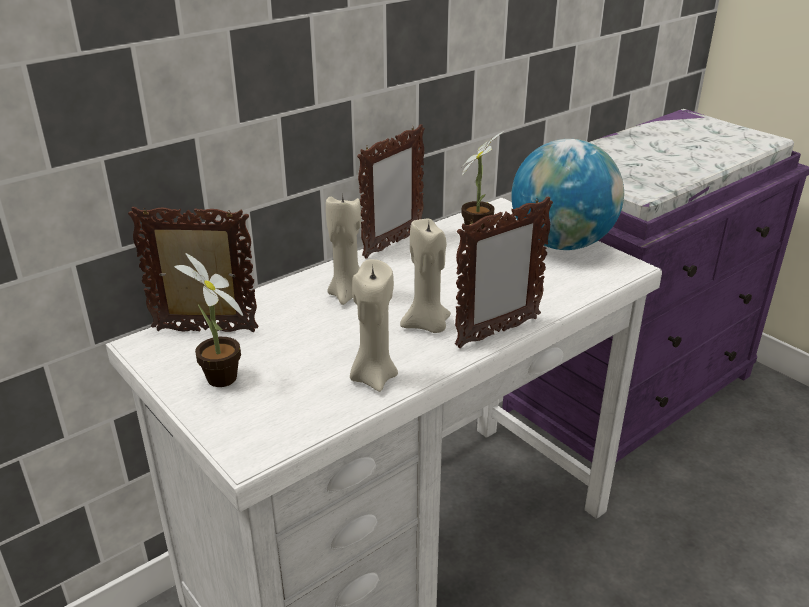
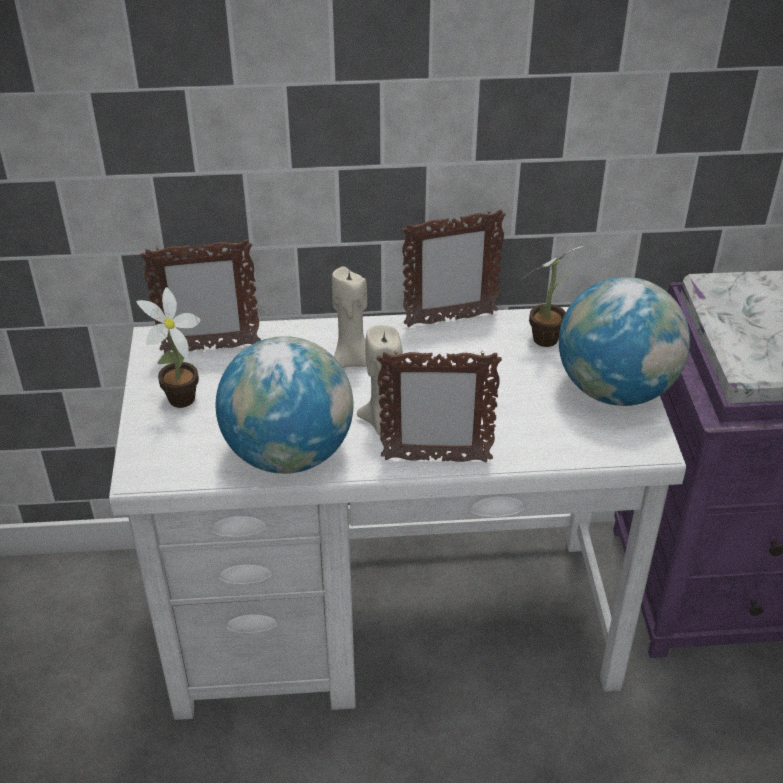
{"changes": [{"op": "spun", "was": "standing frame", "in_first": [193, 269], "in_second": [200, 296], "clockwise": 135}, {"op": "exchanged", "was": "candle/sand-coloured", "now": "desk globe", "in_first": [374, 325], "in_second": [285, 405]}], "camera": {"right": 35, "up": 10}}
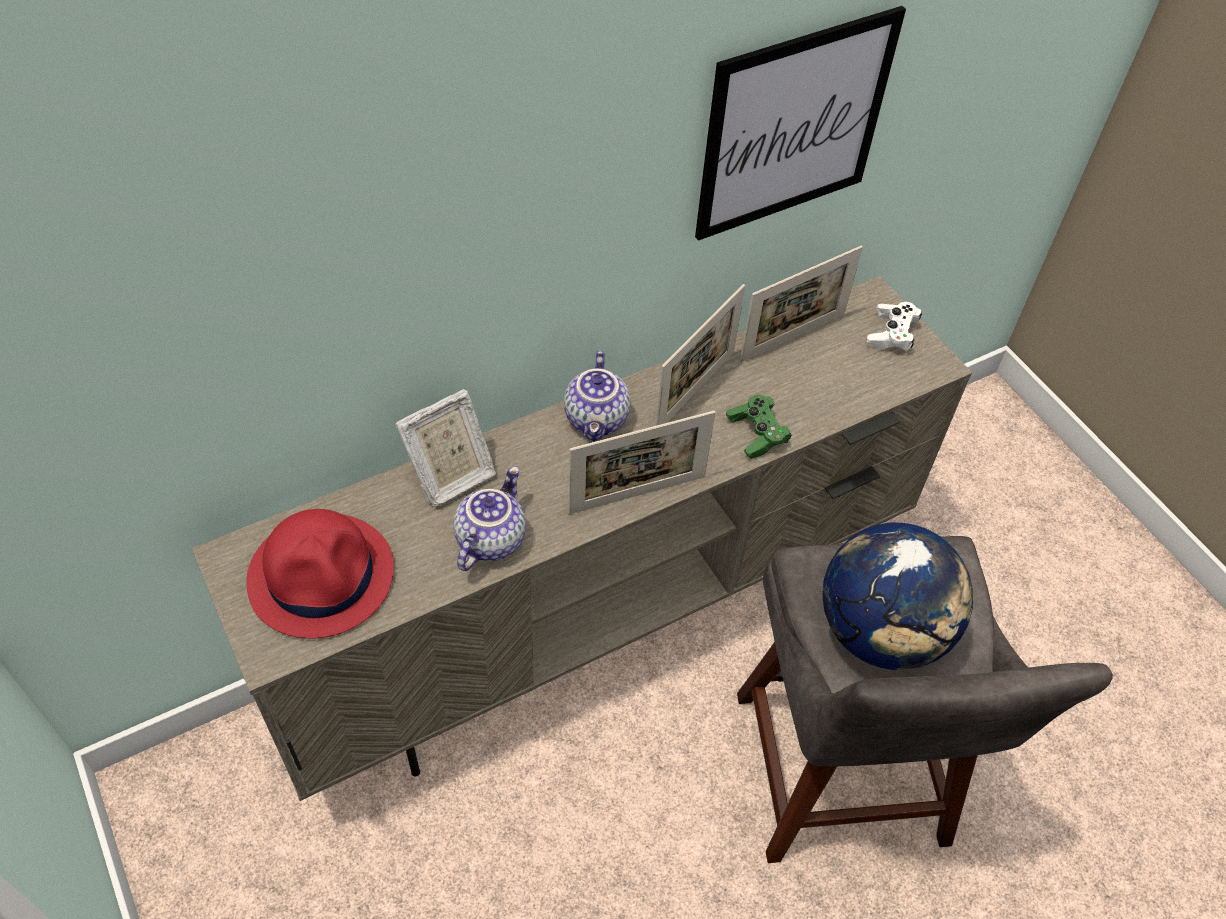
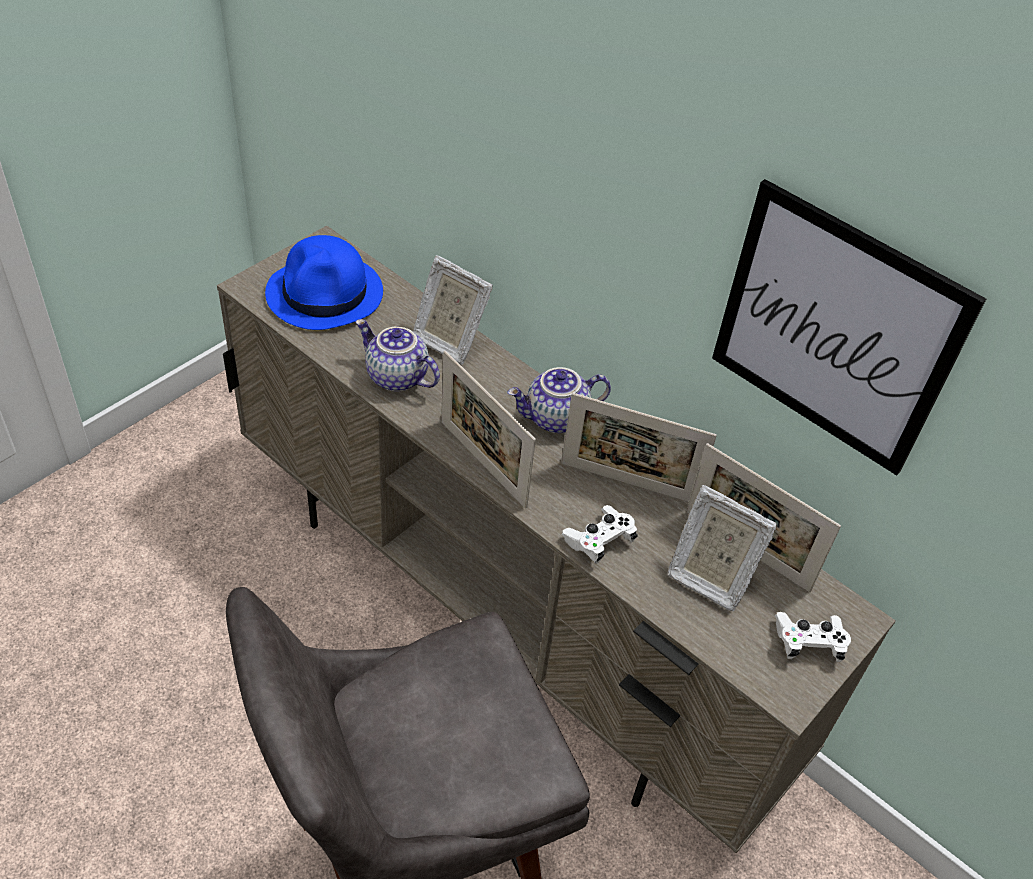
{"changes": [{"op": "colour", "was": "wearable hat/red", "now": "wearable hat/blue", "in_first": [320, 574], "in_second": [324, 282]}, {"op": "spun", "was": "tea pot", "in_first": [489, 518], "in_second": [398, 355], "clockwise": -150}, {"op": "colour", "was": "gamepad/green-coloured", "now": "gamepad/whitish", "in_first": [759, 427], "in_second": [600, 534]}, {"op": "missing", "was": "desk globe", "in_first": [897, 596]}, {"op": "appeared", "now": "standing frame", "in_second": [722, 548]}], "camera": {"right": 70, "up": -5}}
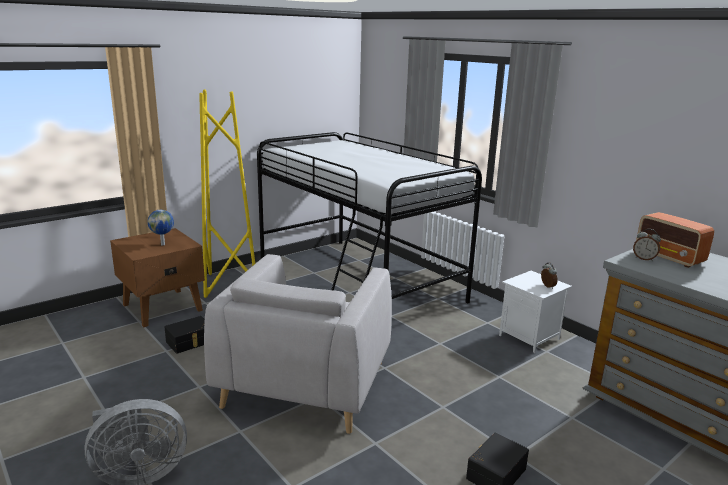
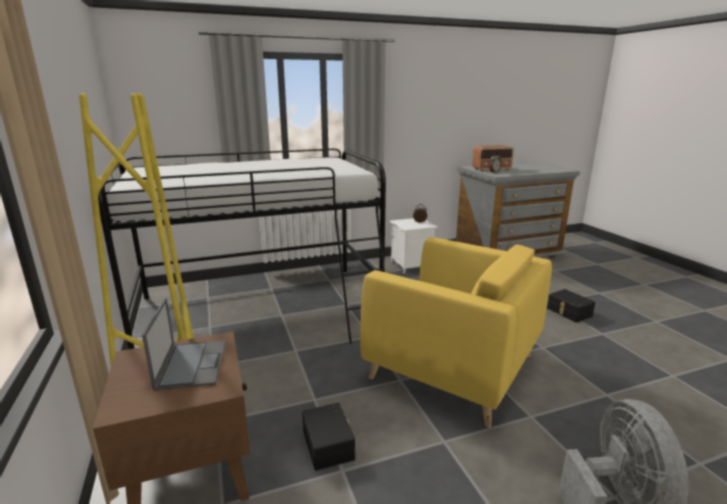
{"changes": [{"op": "exchanged", "was": "desk globe", "now": "notebook computer", "in_first": [161, 227], "in_second": [184, 344]}, {"op": "colour", "was": "lounge chair/grey", "now": "lounge chair/yellowish", "in_first": [298, 344], "in_second": [456, 332]}], "camera": {"right": -70, "up": 0}}
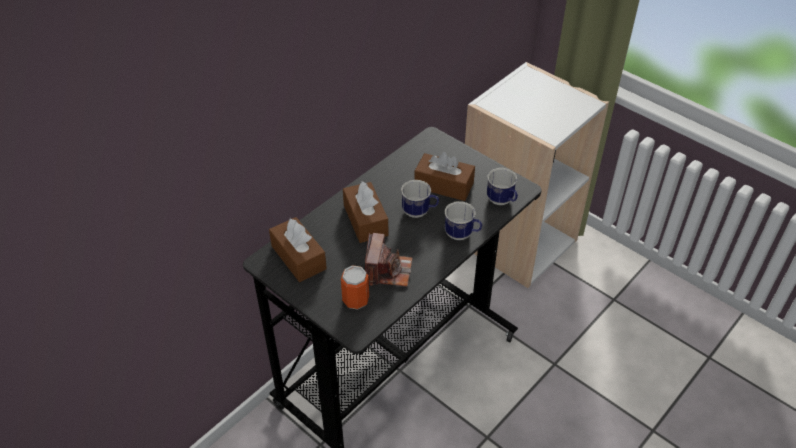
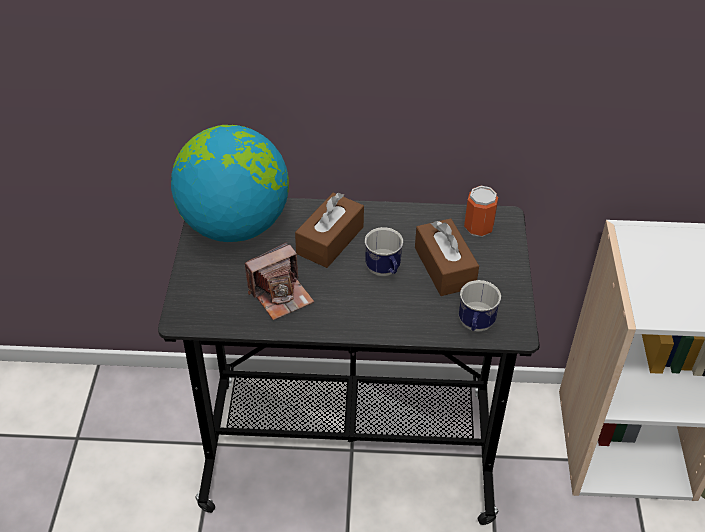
{"changes": [{"op": "exchanged", "was": "box of tissues/brown", "now": "desk globe", "in_first": [298, 249], "in_second": [230, 183]}, {"op": "relocated", "was": "can", "in_first": [355, 287], "in_second": [481, 211]}, {"op": "missing", "was": "coffee mug", "in_first": [463, 220]}], "camera": {"right": 50, "up": 0}}
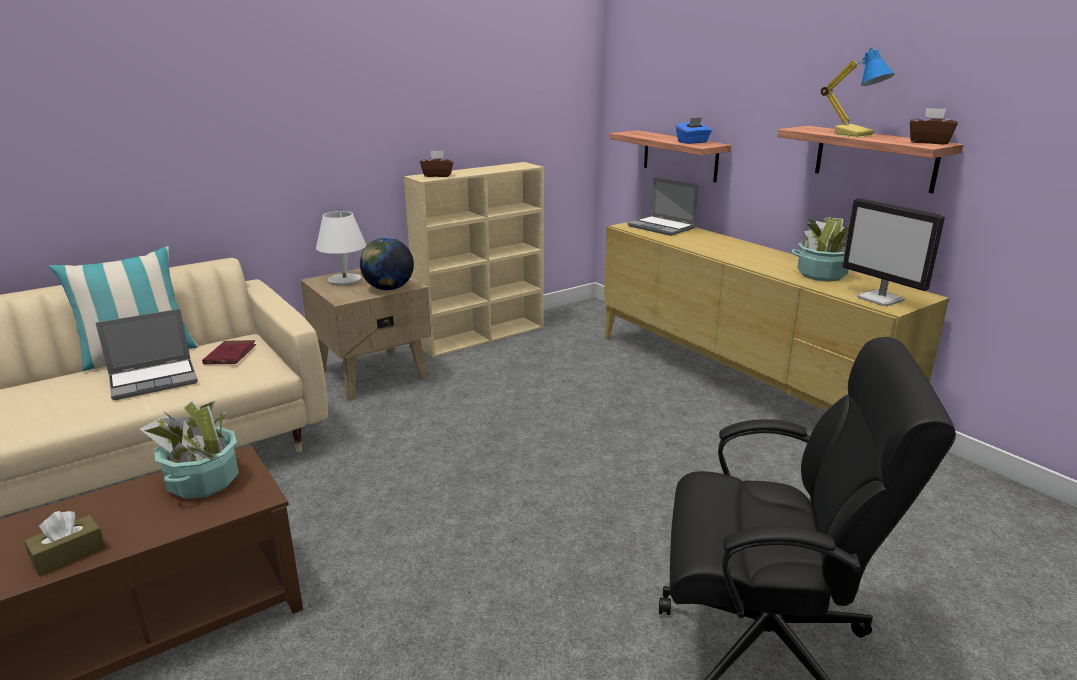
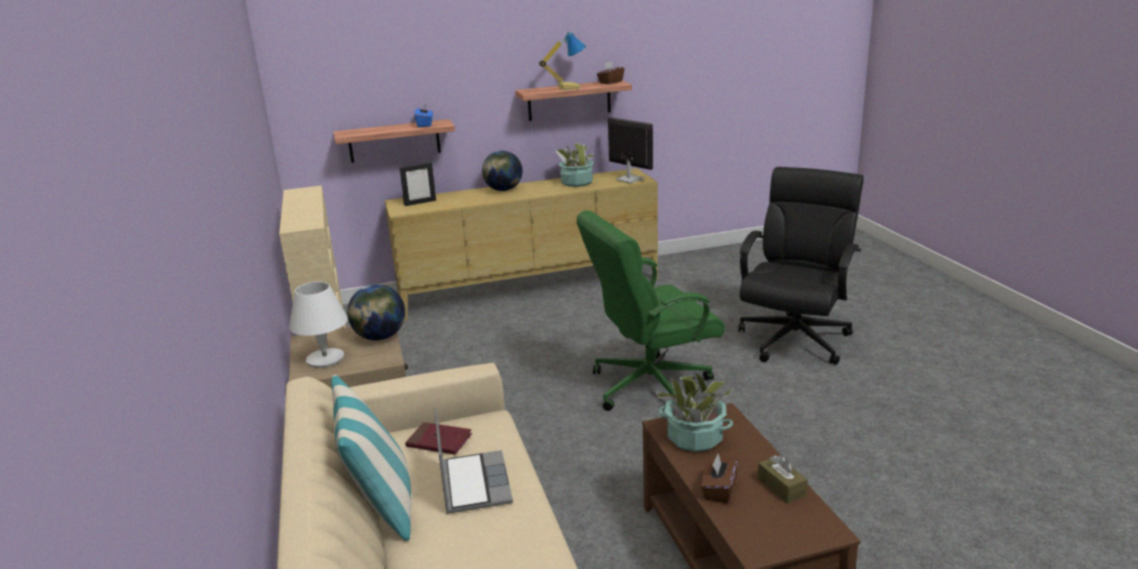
{"changes": [{"op": "relocated", "was": "box of tissues/brown", "in_first": [437, 164], "in_second": [720, 478]}, {"op": "exchanged", "was": "notebook computer", "now": "standing frame", "in_first": [663, 206], "in_second": [417, 184]}, {"op": "spun", "was": "computer screen", "in_first": [893, 252], "in_second": [630, 150], "clockwise": -120}, {"op": "appeared", "now": "desk globe", "in_second": [502, 171]}, {"op": "appeared", "now": "office chair/green-coloured", "in_second": [651, 310]}], "camera": {"right": -70, "up": 0}}
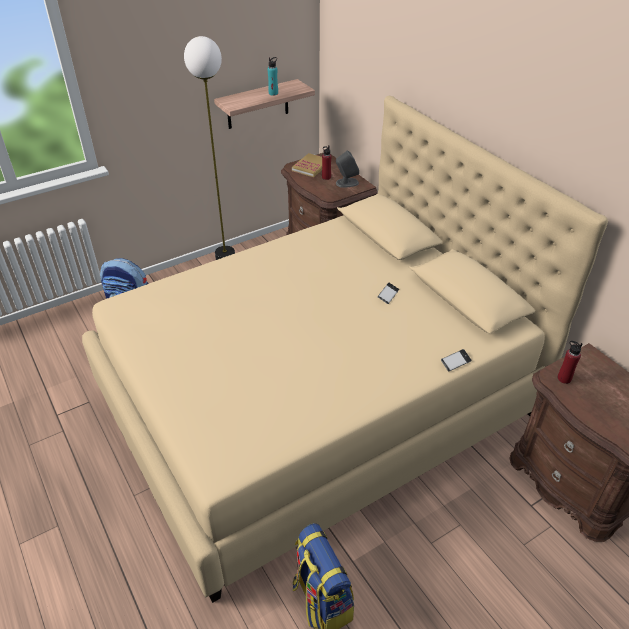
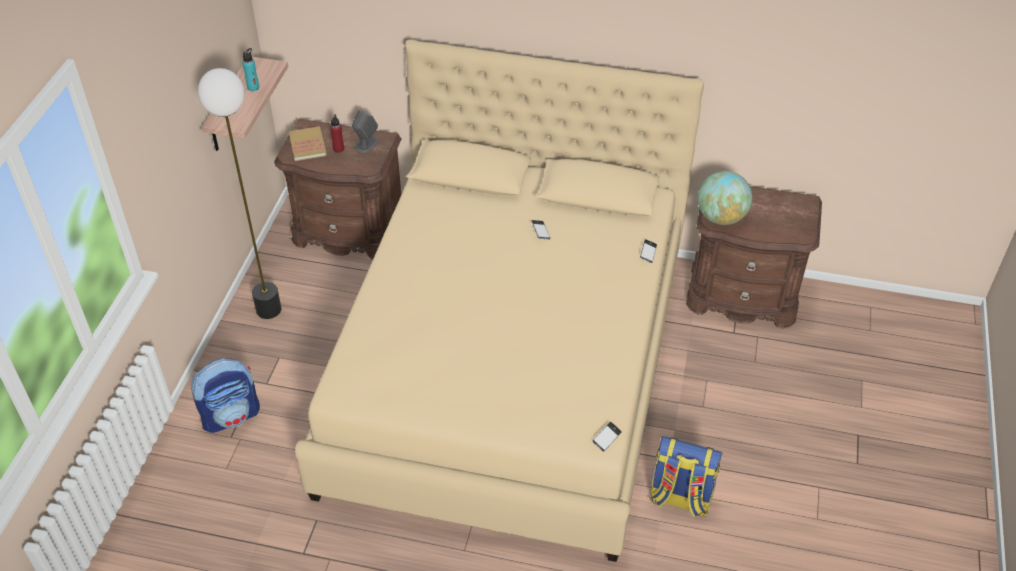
{"changes": [{"op": "exchanged", "was": "bottle/red", "now": "desk globe", "in_first": [570, 362], "in_second": [725, 198]}, {"op": "appeared", "now": "handset", "in_second": [607, 437]}], "camera": {"right": -45, "up": 5}}
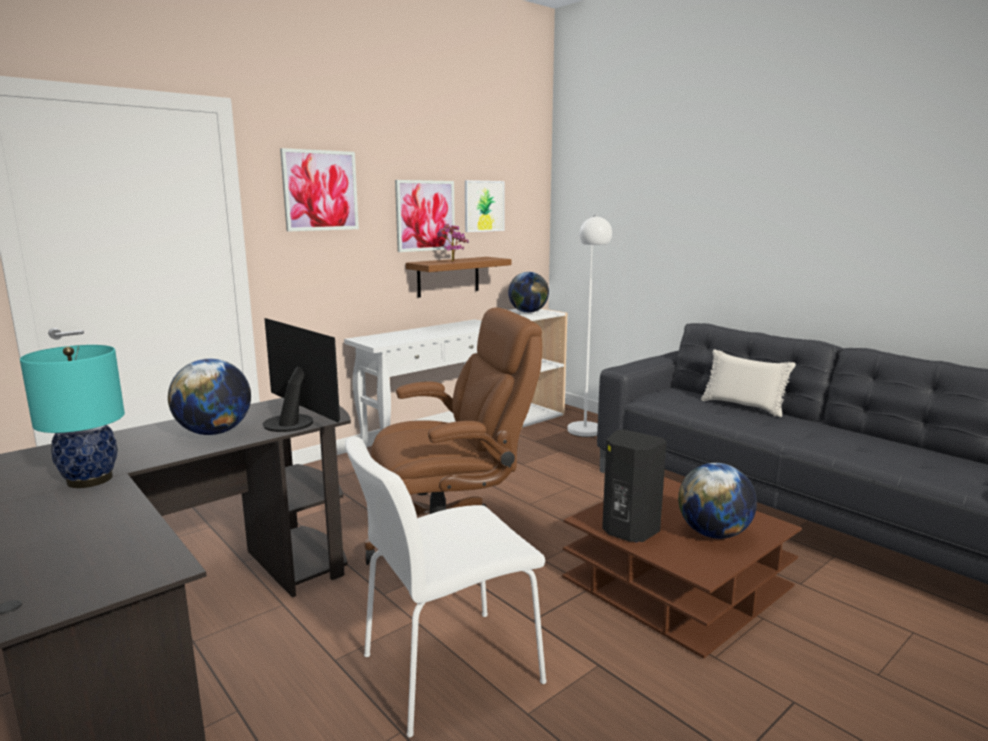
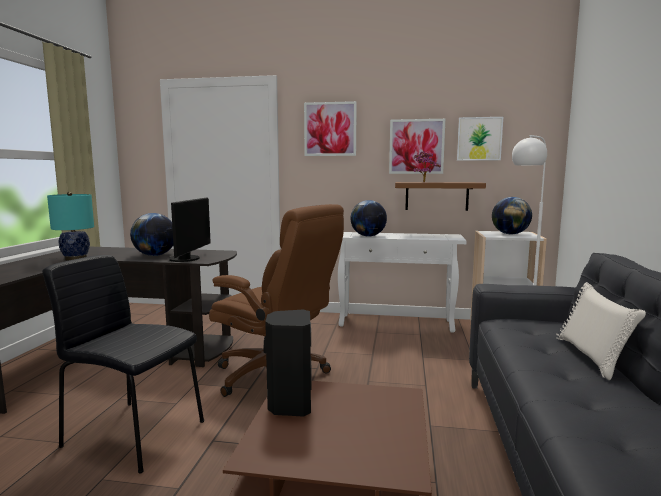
{"changes": [{"op": "colour", "was": "plain chair/whitish", "now": "plain chair/black", "in_first": [446, 587], "in_second": [123, 364]}, {"op": "relocated", "was": "desk globe", "in_first": [717, 501], "in_second": [368, 218]}], "camera": {"right": 50, "up": -5}}
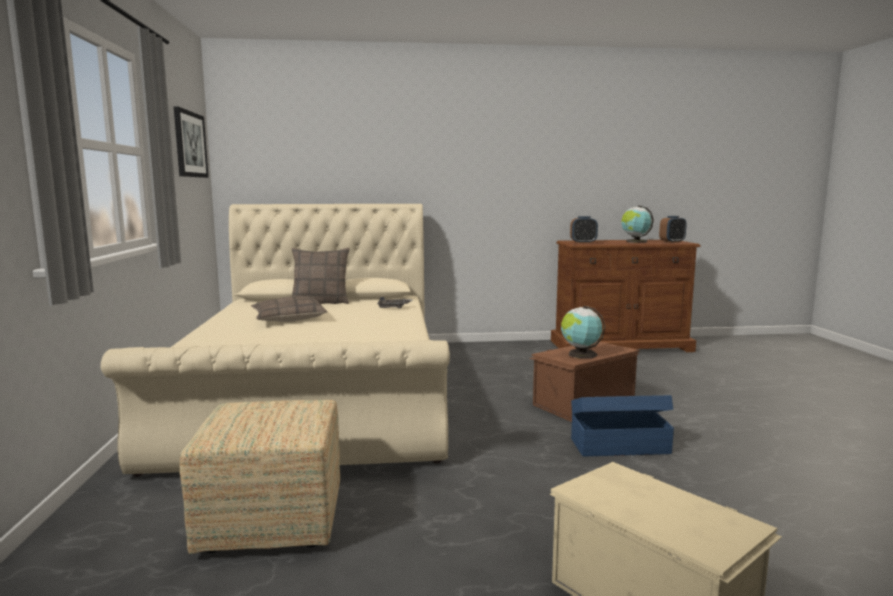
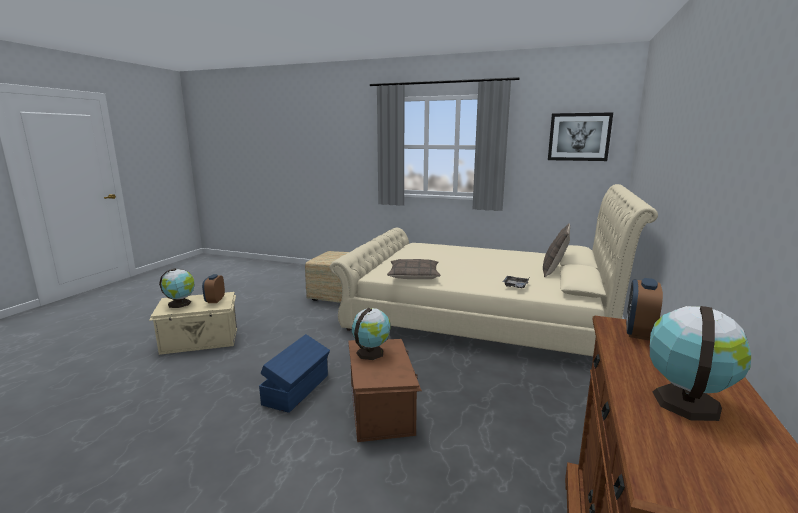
{"changes": [{"op": "relocated", "was": "pillow", "in_first": [289, 309], "in_second": [413, 269]}, {"op": "relocated", "was": "alarm clock", "in_first": [673, 229], "in_second": [213, 288]}, {"op": "appeared", "now": "desk globe", "in_second": [177, 288]}], "camera": {"right": 115, "up": 5}}
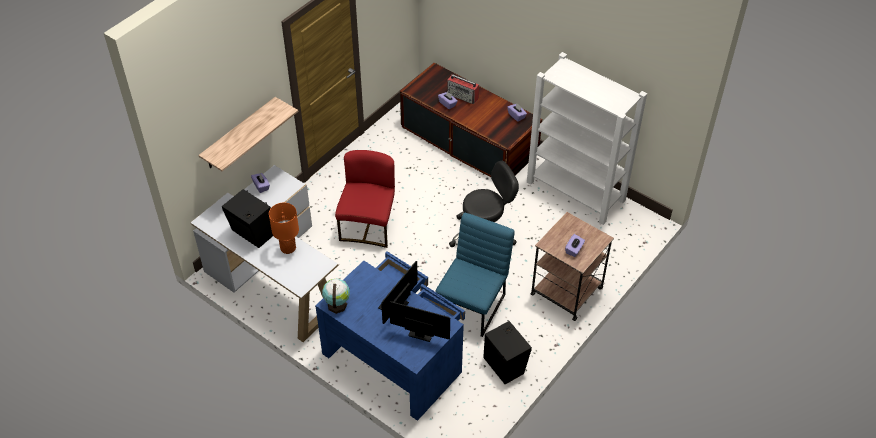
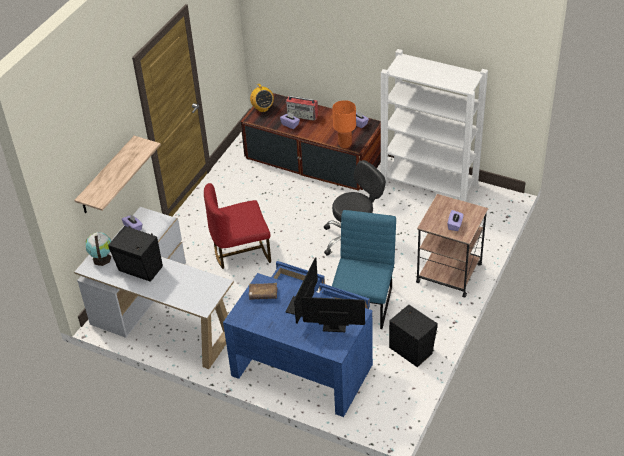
{"changes": [{"op": "relocated", "was": "lamp for a table/orange", "in_first": [284, 228], "in_second": [344, 124]}, {"op": "relocated", "was": "desk globe", "in_first": [336, 296], "in_second": [98, 249]}, {"op": "spun", "was": "plain chair/red", "in_first": [365, 199], "in_second": [237, 226], "clockwise": -105}, {"op": "appeared", "now": "book/brown", "in_second": [263, 291]}, {"op": "appeared", "now": "radio set", "in_second": [262, 98]}], "camera": {"right": -10, "up": -5}}
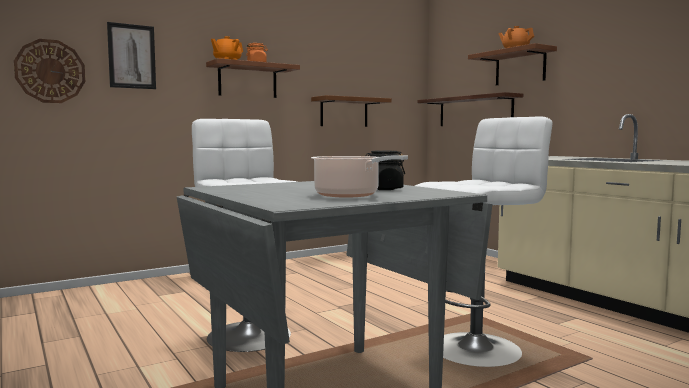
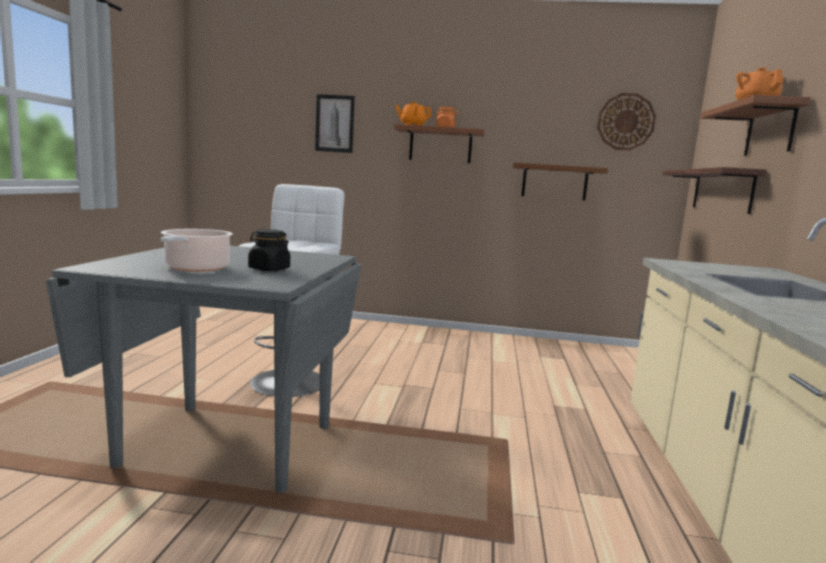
{"changes": [{"op": "relocated", "was": "hanging clock", "in_first": [49, 71], "in_second": [626, 121]}, {"op": "missing", "was": "stool seat/whitish", "in_first": [483, 242]}], "camera": {"right": 40, "up": 5}}
